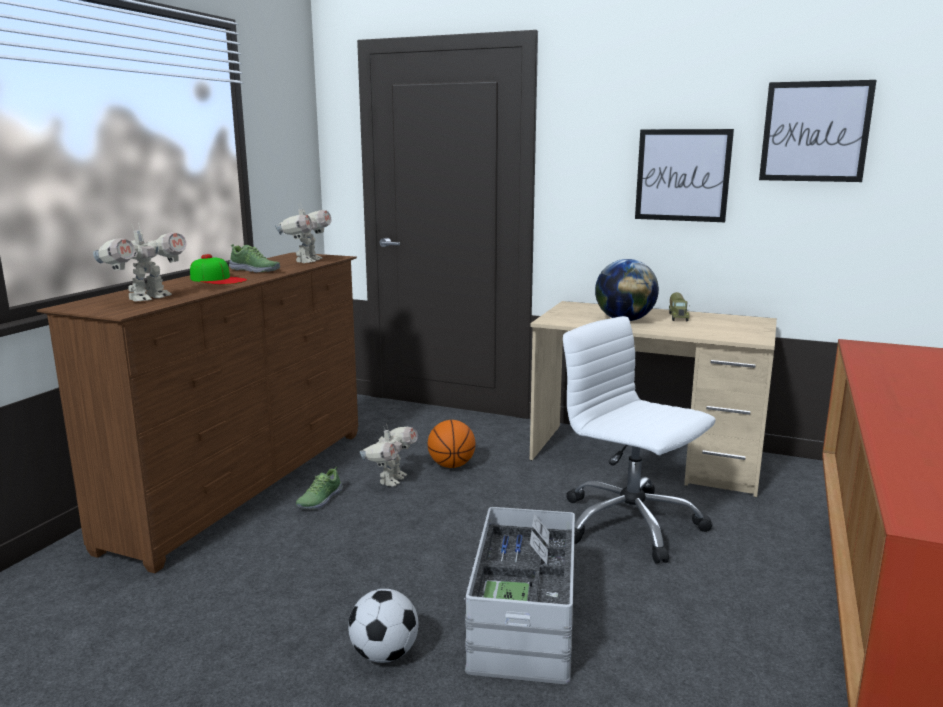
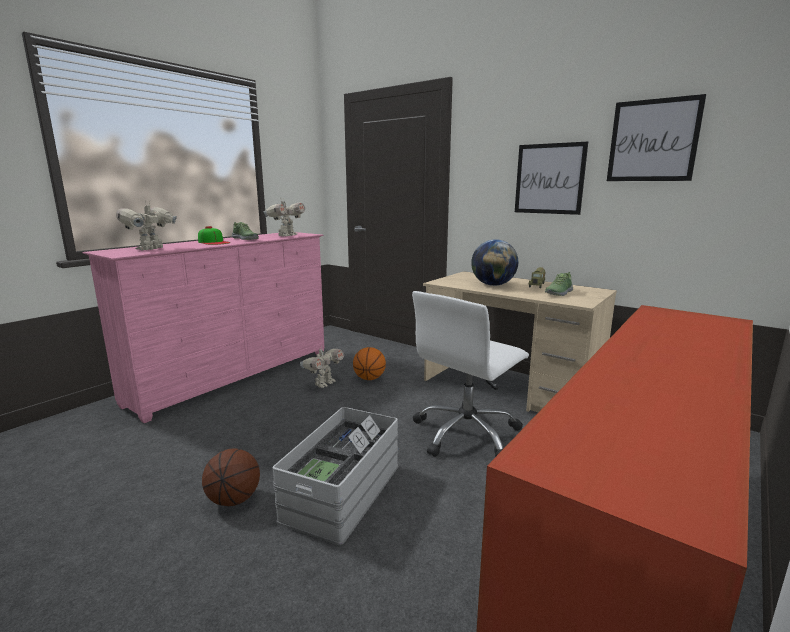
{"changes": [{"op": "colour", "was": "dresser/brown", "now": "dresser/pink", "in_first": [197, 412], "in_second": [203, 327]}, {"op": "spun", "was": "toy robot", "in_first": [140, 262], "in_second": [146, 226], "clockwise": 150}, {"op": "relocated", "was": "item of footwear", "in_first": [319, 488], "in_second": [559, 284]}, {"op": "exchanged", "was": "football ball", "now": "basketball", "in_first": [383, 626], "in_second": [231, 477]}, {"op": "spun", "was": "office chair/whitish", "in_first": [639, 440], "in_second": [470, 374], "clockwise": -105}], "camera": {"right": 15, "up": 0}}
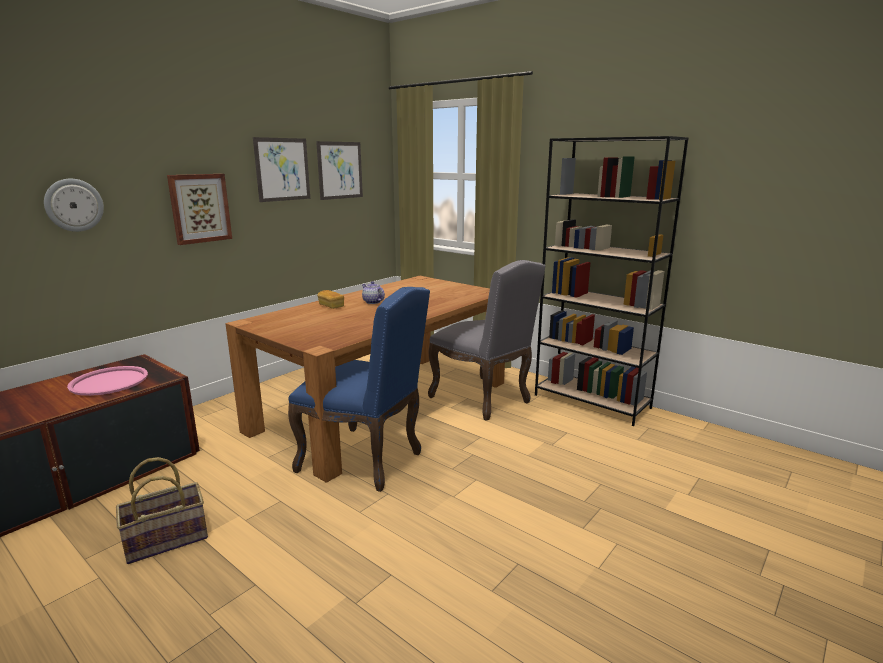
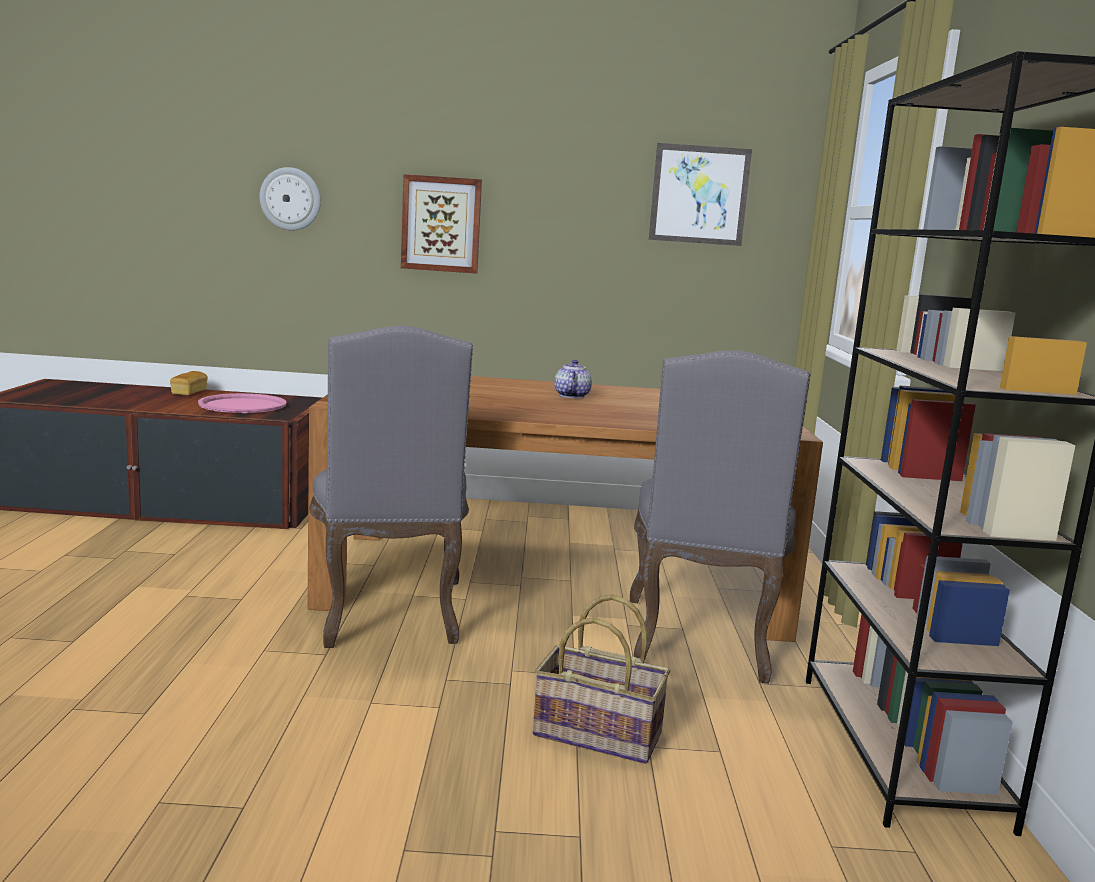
{"changes": [{"op": "relocated", "was": "basket", "in_first": [162, 510], "in_second": [601, 679]}, {"op": "missing", "was": "wall art", "in_first": [281, 169]}, {"op": "colour", "was": "plain chair/blue", "now": "plain chair/grey", "in_first": [359, 389], "in_second": [391, 486]}, {"op": "relocated", "was": "bakery bread", "in_first": [330, 299], "in_second": [189, 383]}], "camera": {"right": 50, "up": -5}}
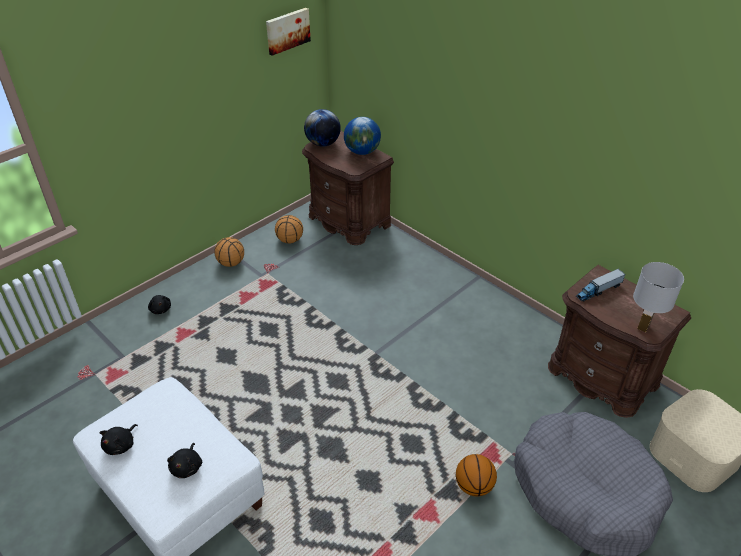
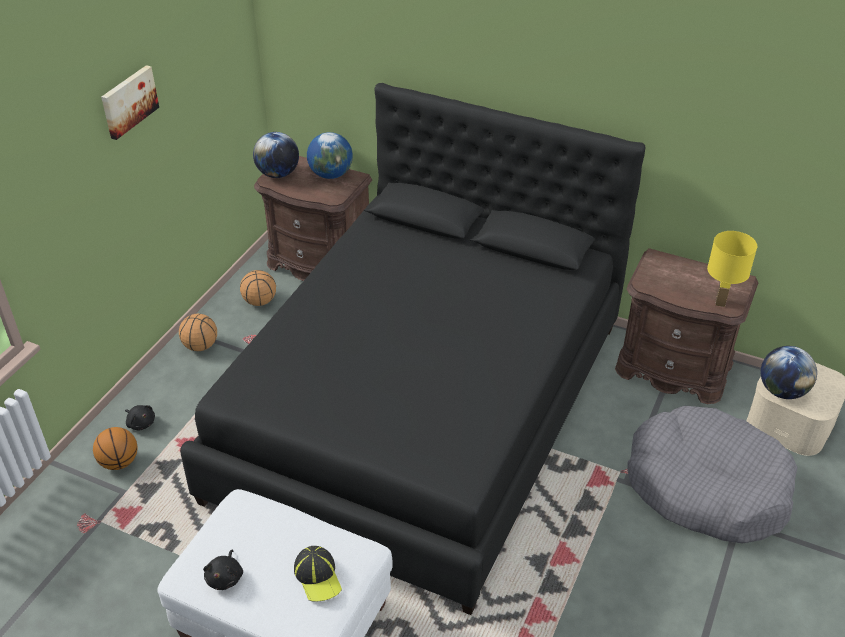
{"changes": [{"op": "exchanged", "was": "soft toy/black", "now": "baseball cap", "in_first": [184, 460], "in_second": [318, 574]}, {"op": "relocated", "was": "wall art", "in_first": [288, 32], "in_second": [130, 102]}, {"op": "relocated", "was": "basketball", "in_first": [476, 475], "in_second": [115, 448]}, {"op": "missing", "was": "toy truck", "in_first": [601, 285]}, {"op": "colour", "was": "lamp for a table/whitish", "now": "lamp for a table/yellowish", "in_first": [658, 297], "in_second": [732, 269]}, {"op": "appeared", "now": "sleeping bed/black", "in_second": [413, 349]}, {"op": "appeared", "now": "desk globe", "in_second": [788, 372]}], "camera": {"right": -20, "up": 0}}
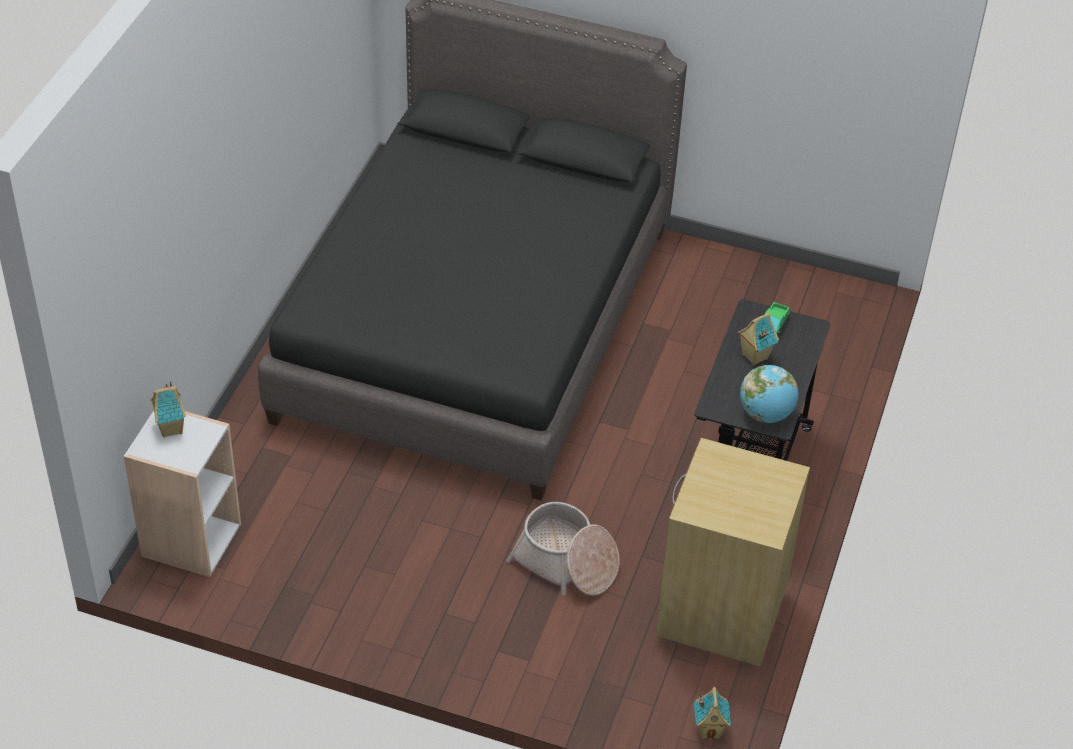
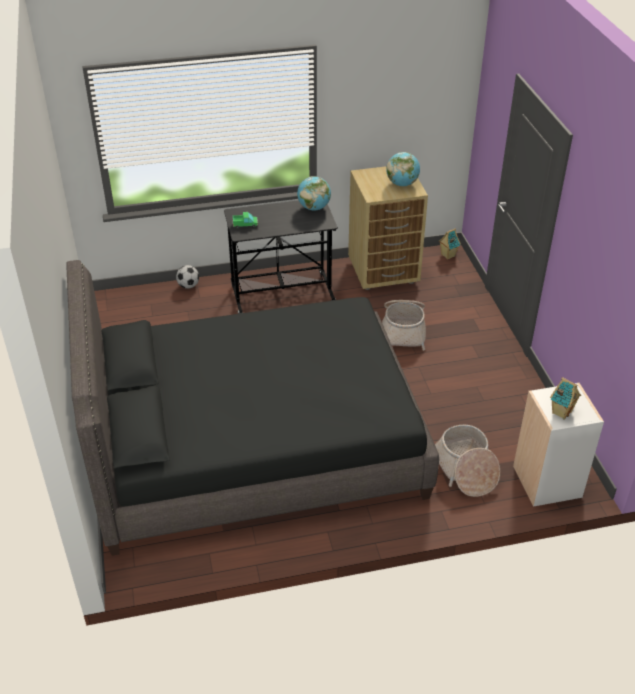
{"changes": [{"op": "missing", "was": "miniature house", "in_first": [758, 339]}, {"op": "appeared", "now": "football ball", "in_second": [187, 277]}, {"op": "appeared", "now": "desk globe", "in_second": [403, 169]}, {"op": "appeared", "now": "basket", "in_second": [467, 461]}], "camera": {"right": -120, "up": -5}}
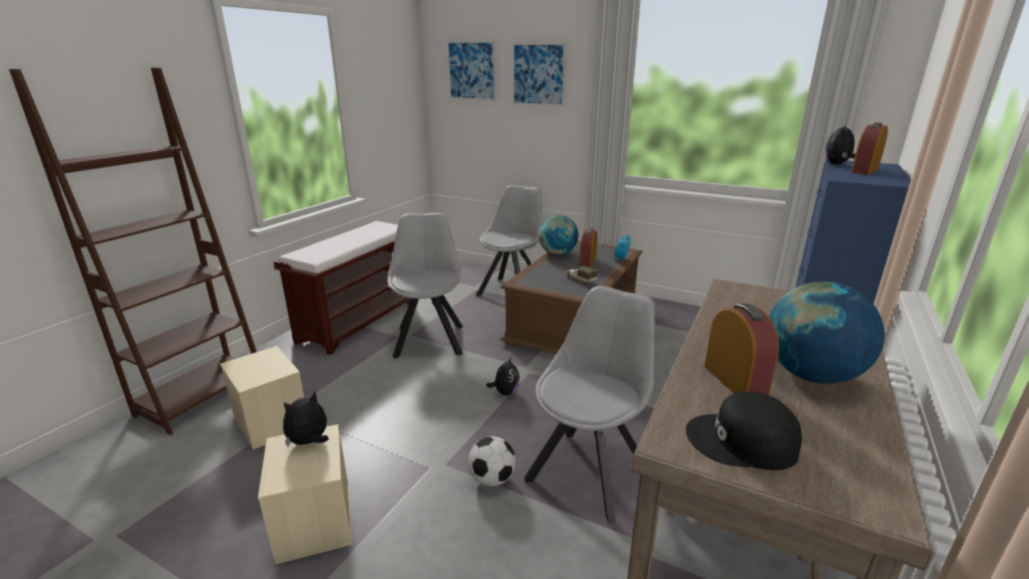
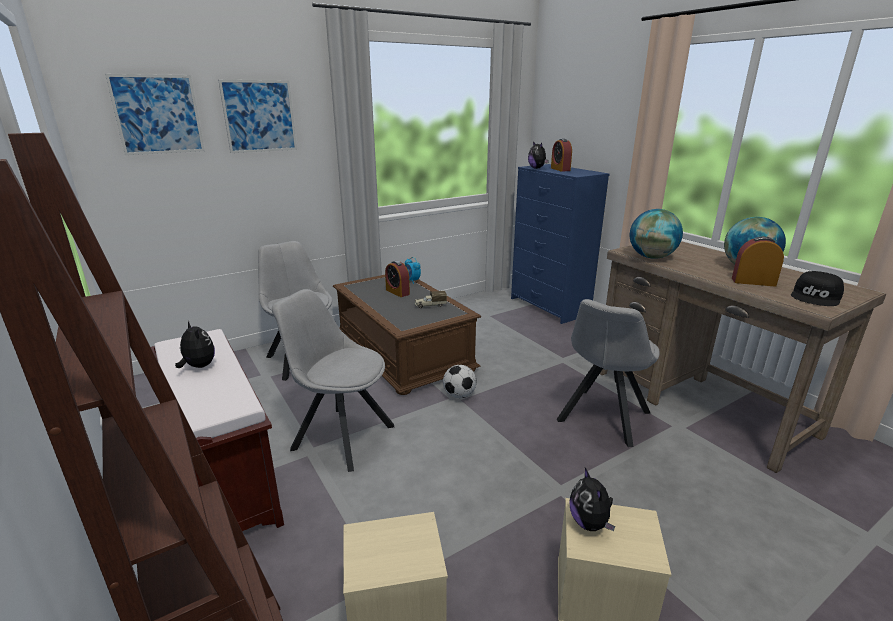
{"changes": [{"op": "relocated", "was": "football ball", "in_first": [492, 461], "in_second": [459, 381]}, {"op": "relocated", "was": "soft toy", "in_first": [503, 376], "in_second": [195, 344]}, {"op": "spun", "was": "plain chair/grey", "in_first": [589, 404], "in_second": [608, 373], "clockwise": -120}, {"op": "relocated", "was": "desk globe", "in_first": [558, 235], "in_second": [656, 234]}], "camera": {"right": -60, "up": 0}}
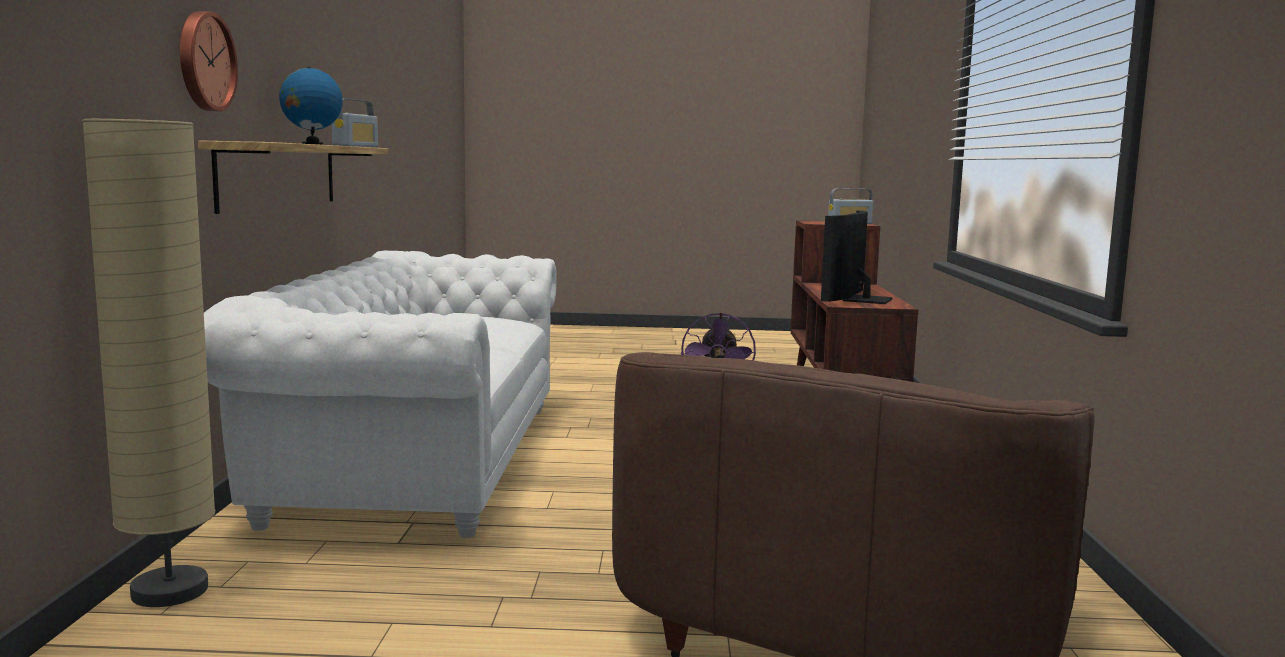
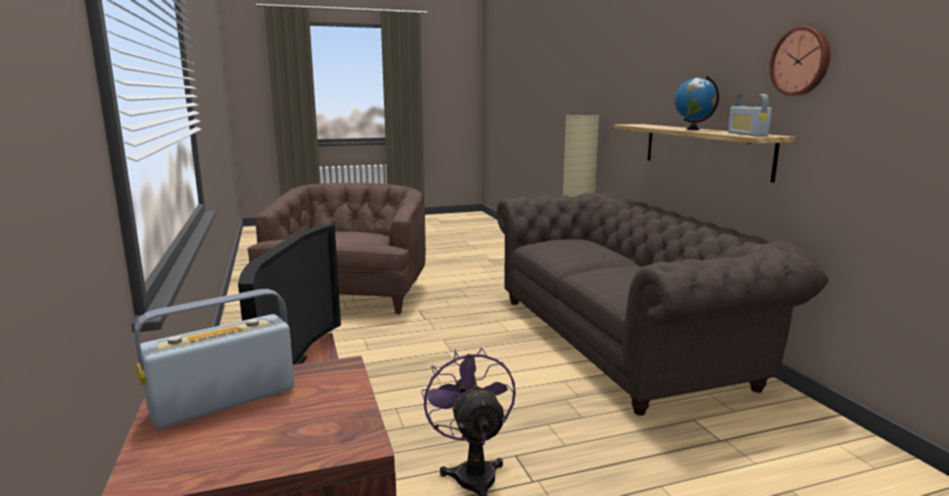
{"changes": [{"op": "relocated", "was": "hanging clock", "in_first": [209, 61], "in_second": [800, 61]}, {"op": "colour", "was": "couch/whitish", "now": "couch/brown", "in_first": [380, 394], "in_second": [663, 303]}], "camera": {"right": 160, "up": 5}}
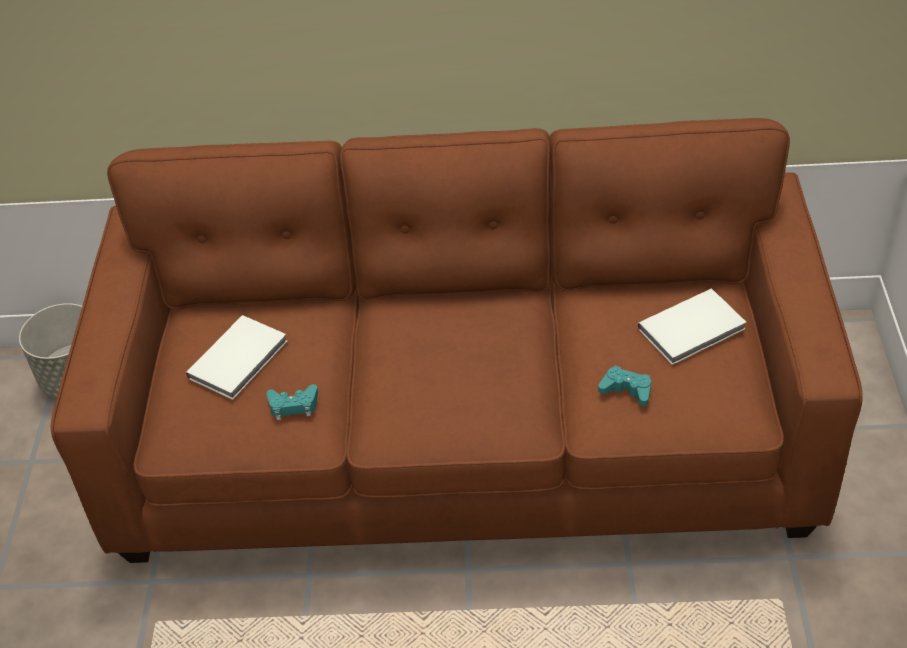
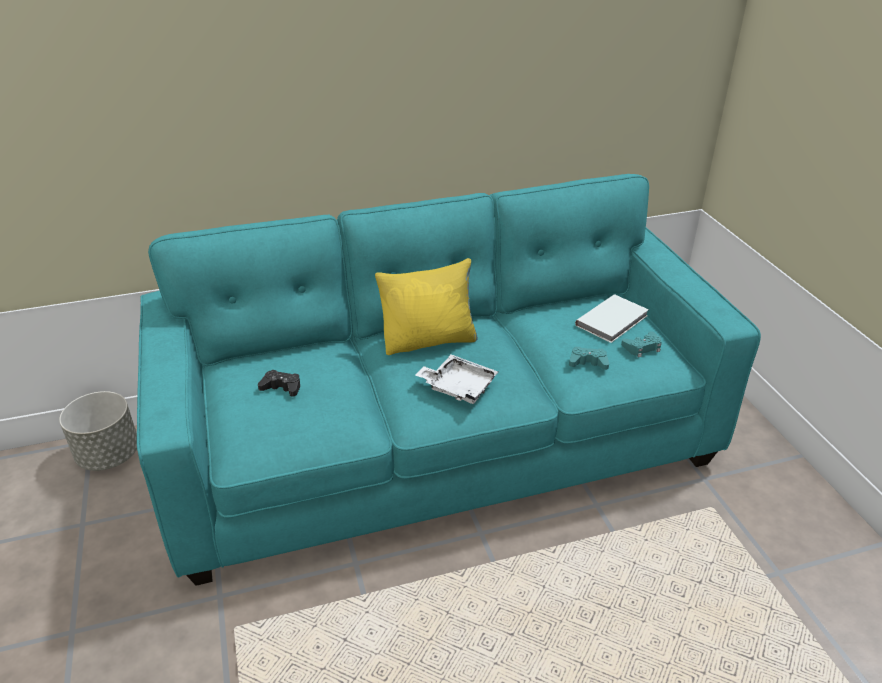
{"changes": [{"op": "colour", "was": "couch/brown", "now": "couch/turquoise-coloured", "in_first": [457, 340], "in_second": [449, 380]}, {"op": "exchanged", "was": "book/whitish", "now": "gamepad/black", "in_first": [236, 357], "in_second": [279, 383]}, {"op": "relocated", "was": "gamepad/turquoise-coloured", "in_first": [292, 402], "in_second": [641, 344]}, {"op": "appeared", "now": "pillow/yellowish", "in_second": [426, 306]}, {"op": "appeared", "now": "serving tray/whitish", "in_second": [457, 379]}], "camera": {"right": -20, "up": -10}}
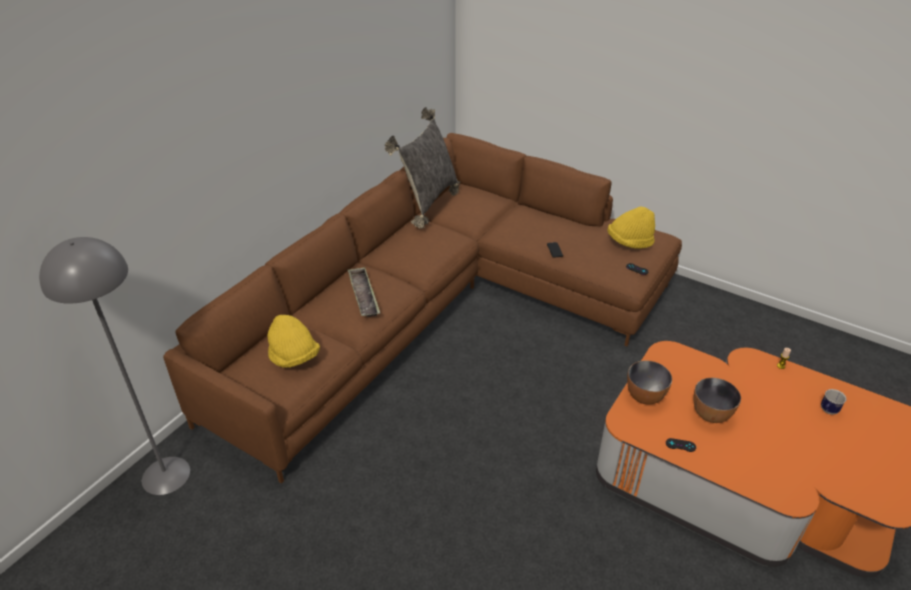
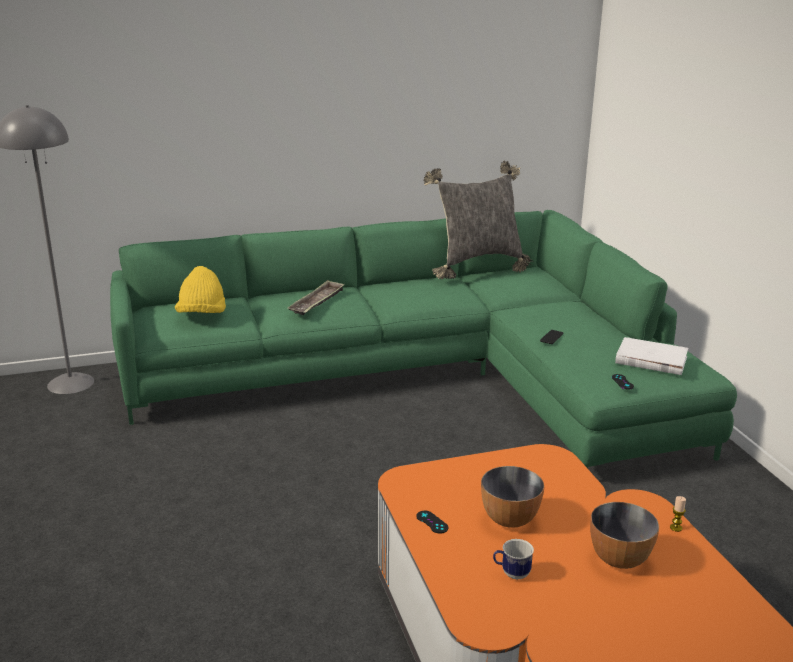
{"changes": [{"op": "colour", "was": "couch/brown", "now": "couch/green-coloured", "in_first": [422, 308], "in_second": [423, 339]}, {"op": "exchanged", "was": "wearable hat/yellowish", "now": "book/whitish", "in_first": [631, 227], "in_second": [651, 356]}, {"op": "relocated", "was": "serving bowl", "in_first": [649, 382], "in_second": [624, 535]}, {"op": "relocated", "was": "coffee mug", "in_first": [833, 402], "in_second": [513, 559]}], "camera": {"right": 40, "up": -15}}
